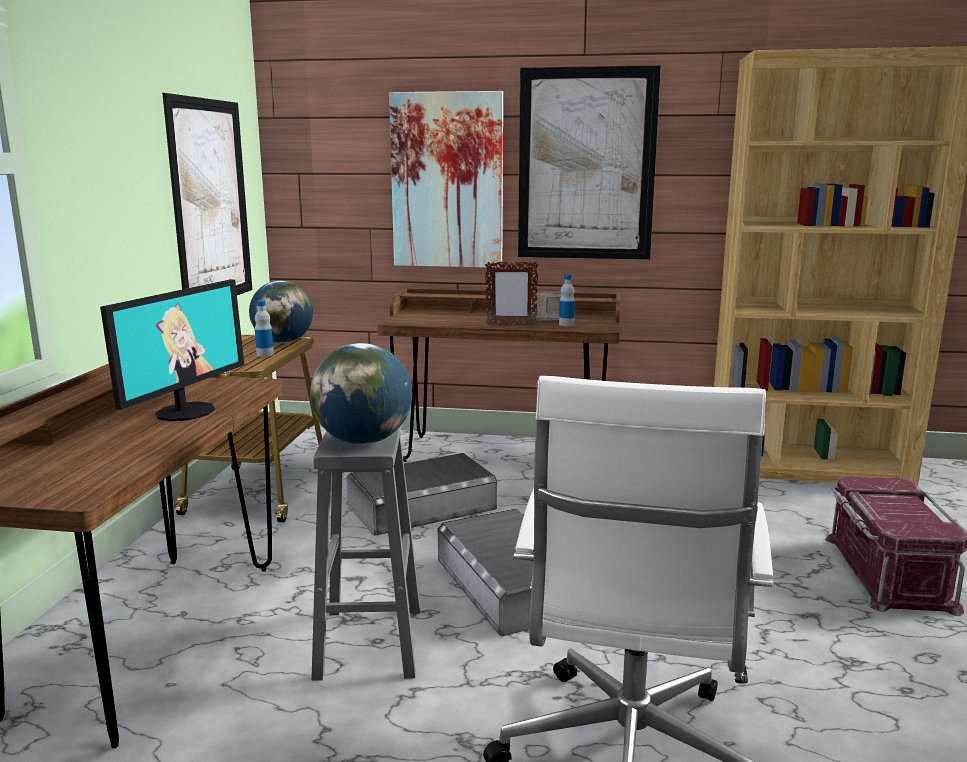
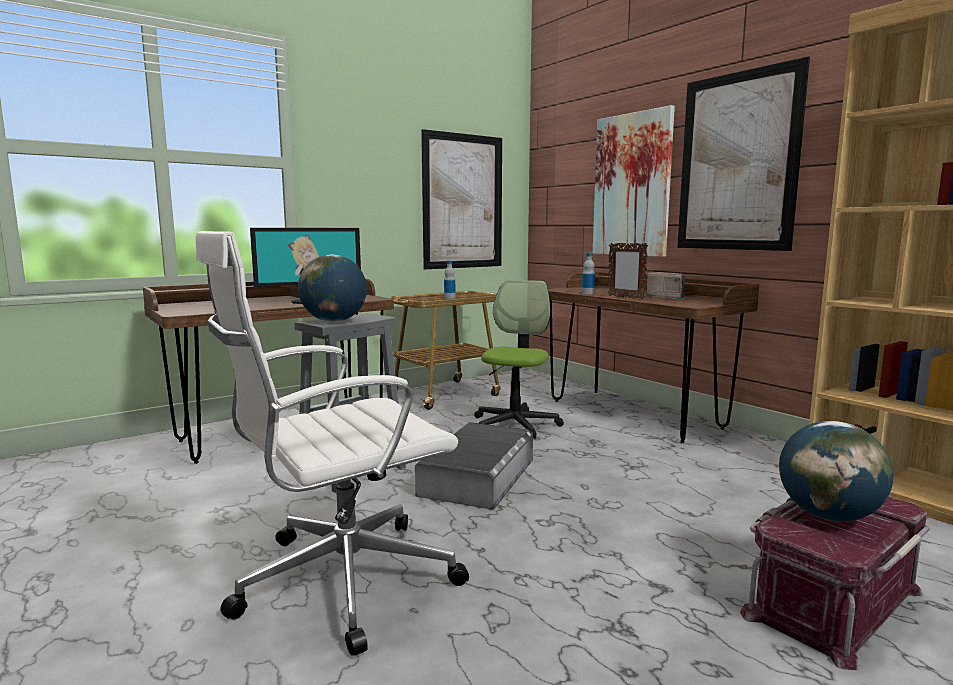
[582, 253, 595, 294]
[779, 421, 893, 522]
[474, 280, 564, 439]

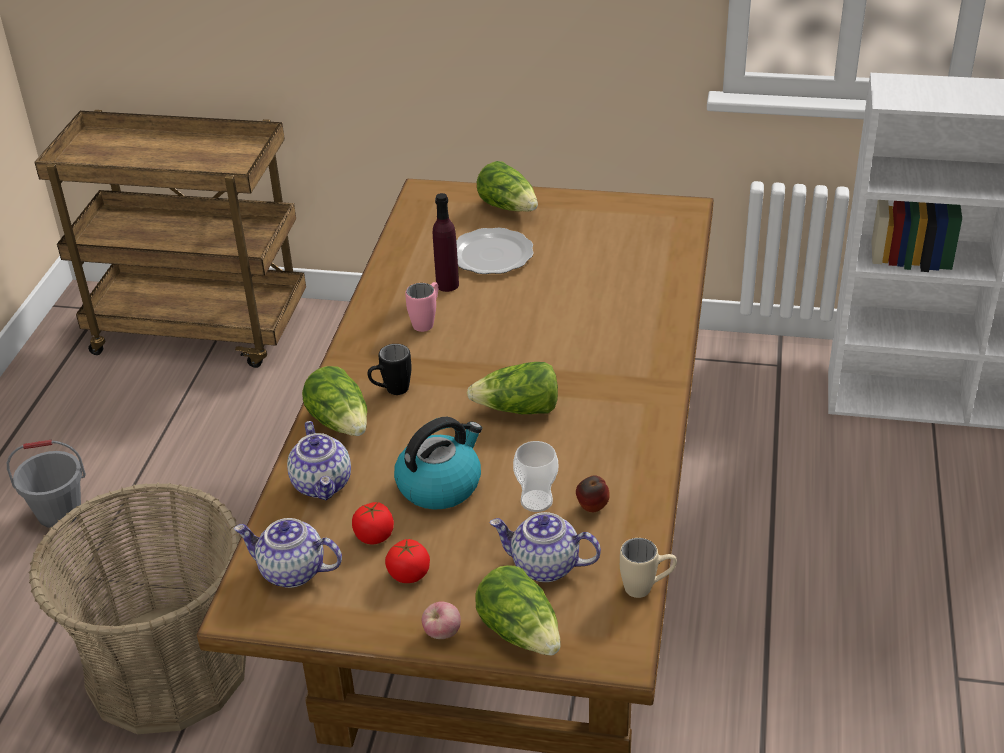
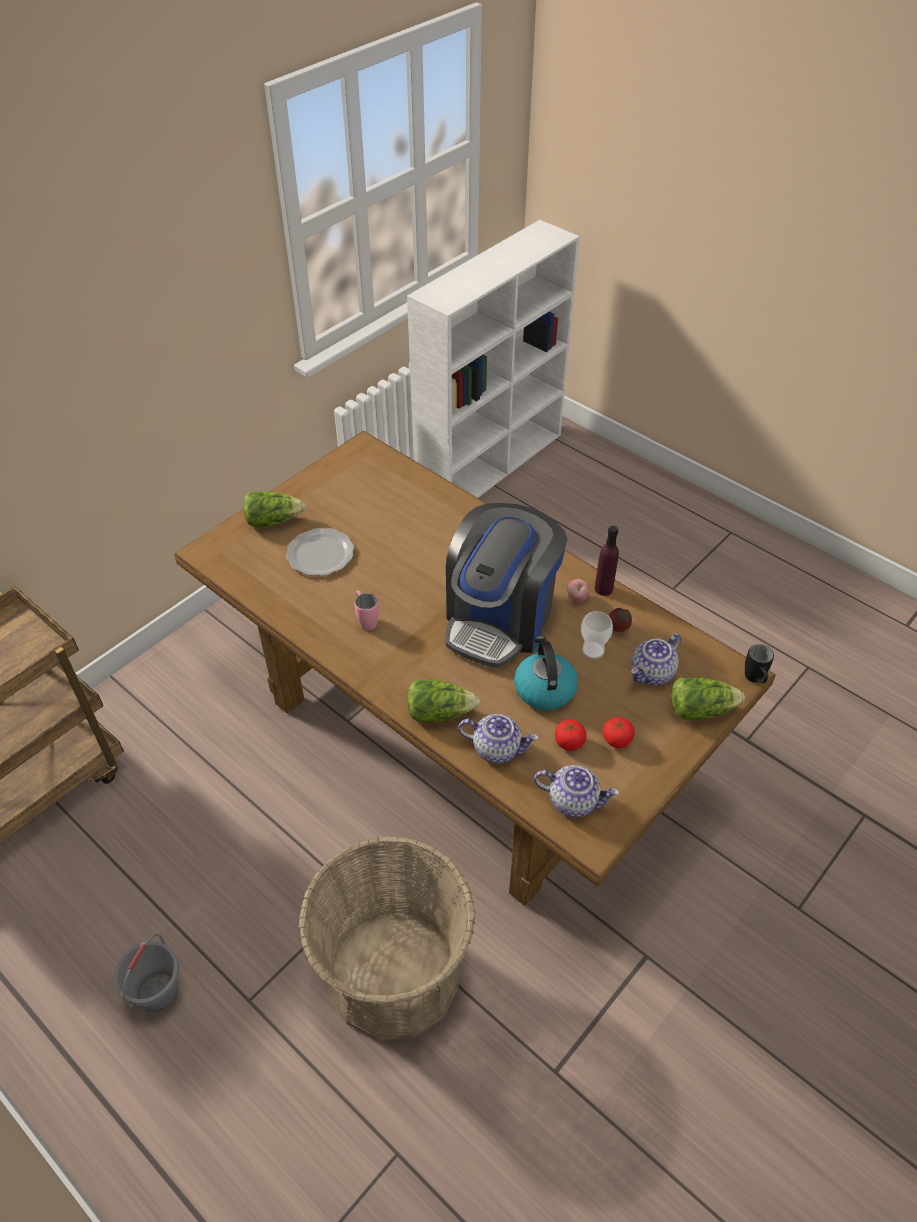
[595, 526, 619, 596]
[745, 644, 774, 683]
[445, 503, 567, 668]
[534, 765, 619, 817]
[620, 538, 677, 598] (first image)
[567, 579, 590, 602]

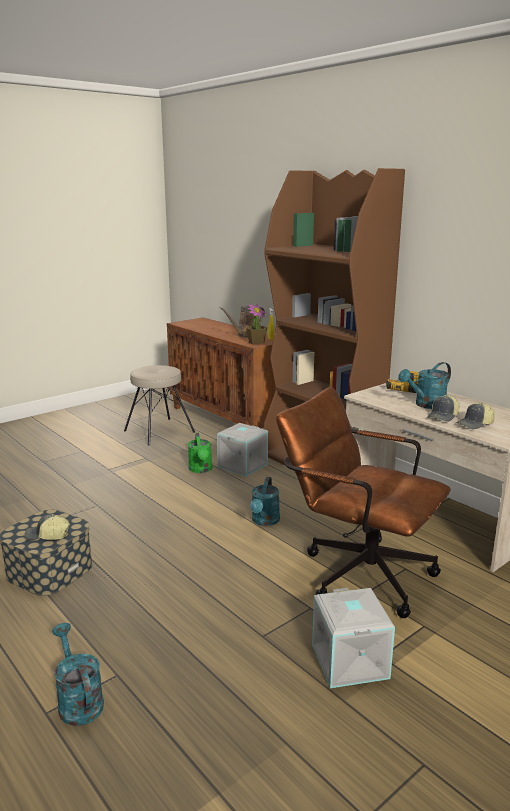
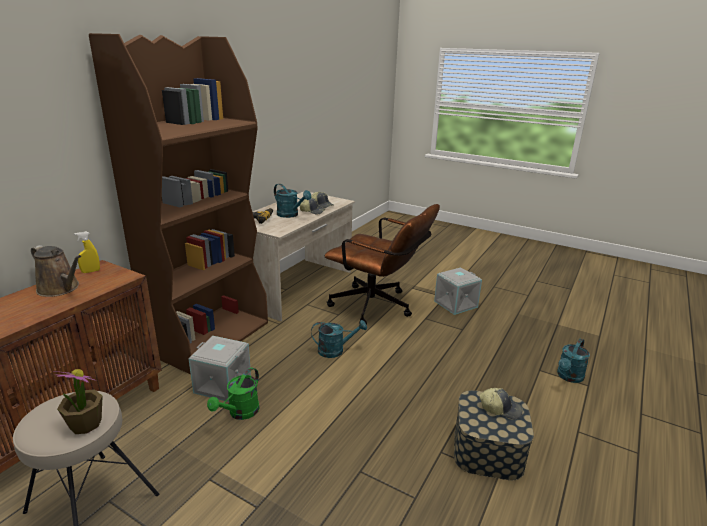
[54, 369, 102, 434]
[325, 204, 440, 325]
[207, 367, 260, 420]
[479, 388, 523, 419]

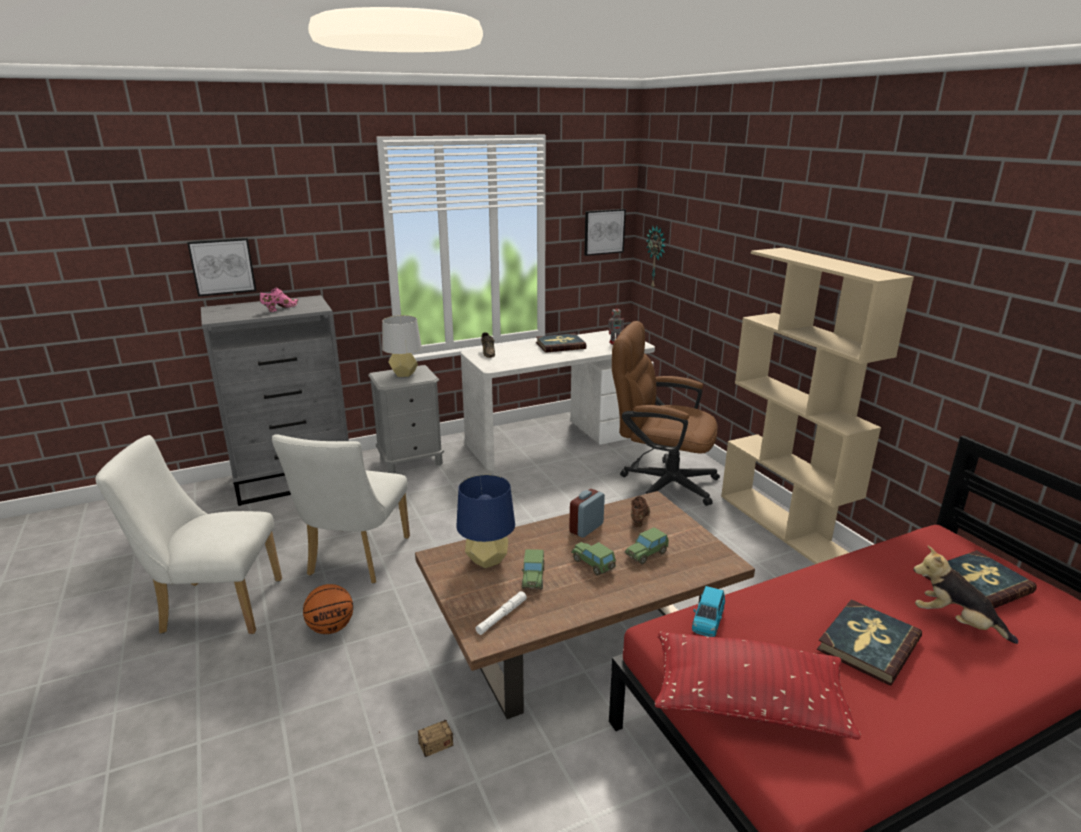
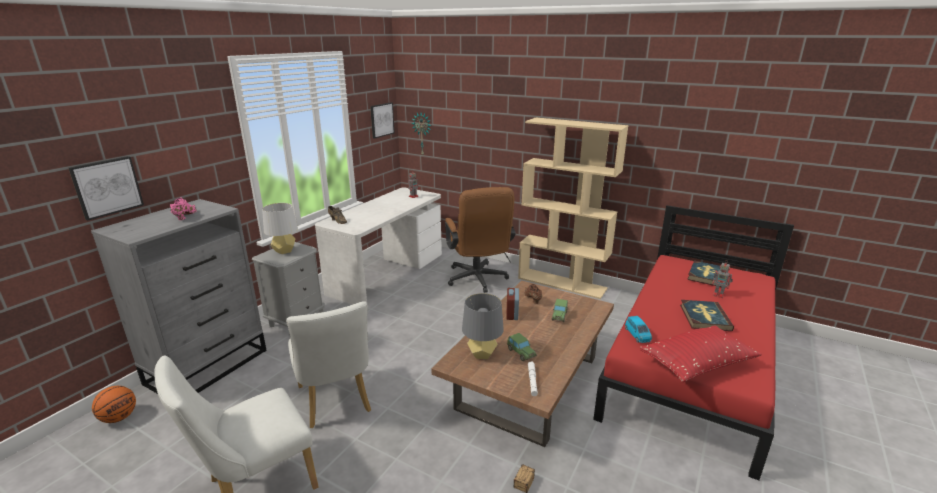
[445, 187, 516, 293]
[536, 333, 586, 353] (first image)
[462, 293, 504, 359]
[571, 542, 616, 576] (first image)
[712, 261, 733, 298]
[92, 386, 136, 423]

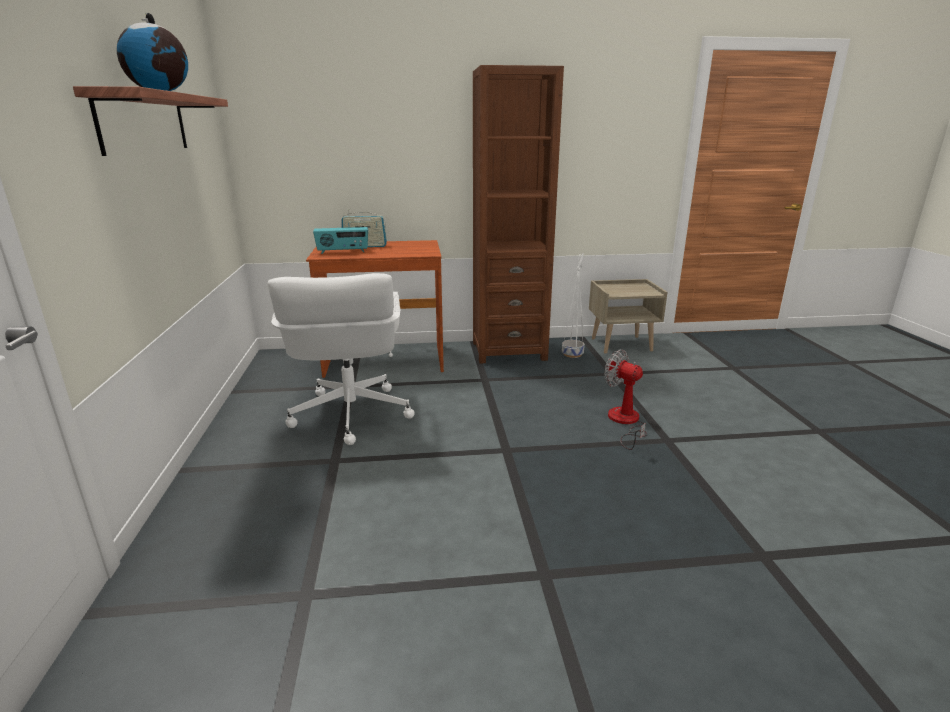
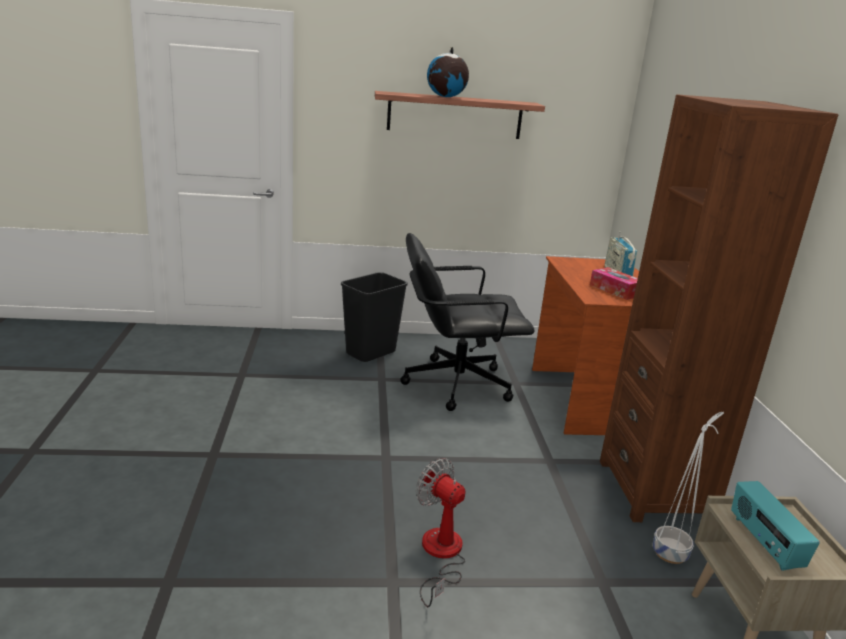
[731, 481, 820, 571]
[401, 233, 535, 411]
[416, 458, 465, 607]
[590, 267, 638, 300]
[341, 272, 408, 362]

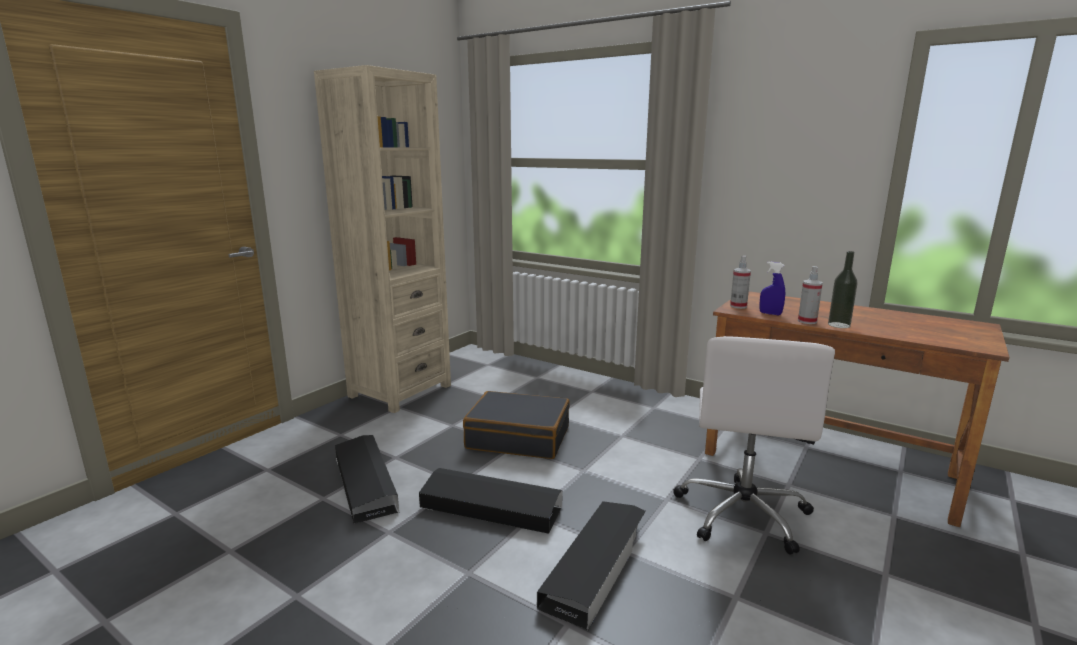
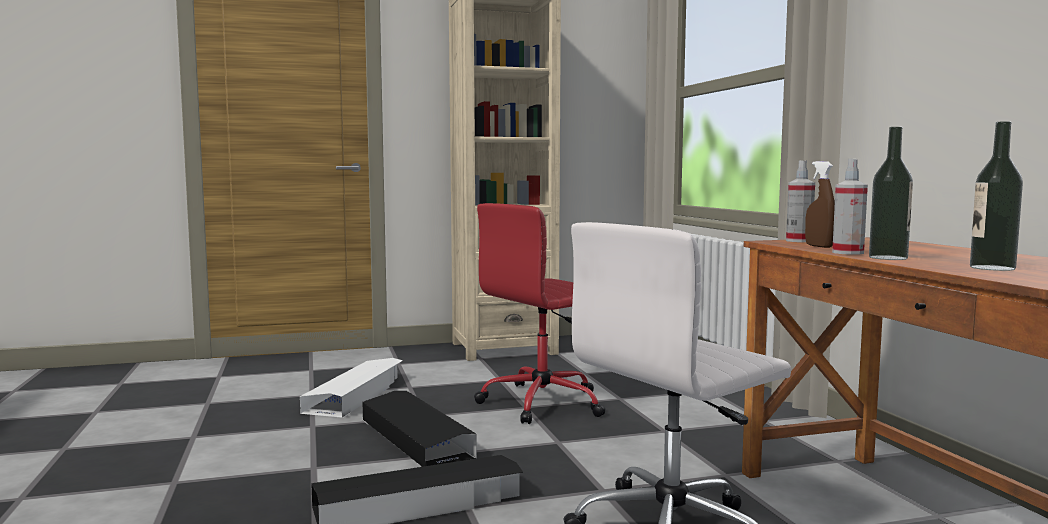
[805, 161, 835, 248]
[474, 203, 606, 424]
[300, 358, 403, 418]
[970, 121, 1023, 271]

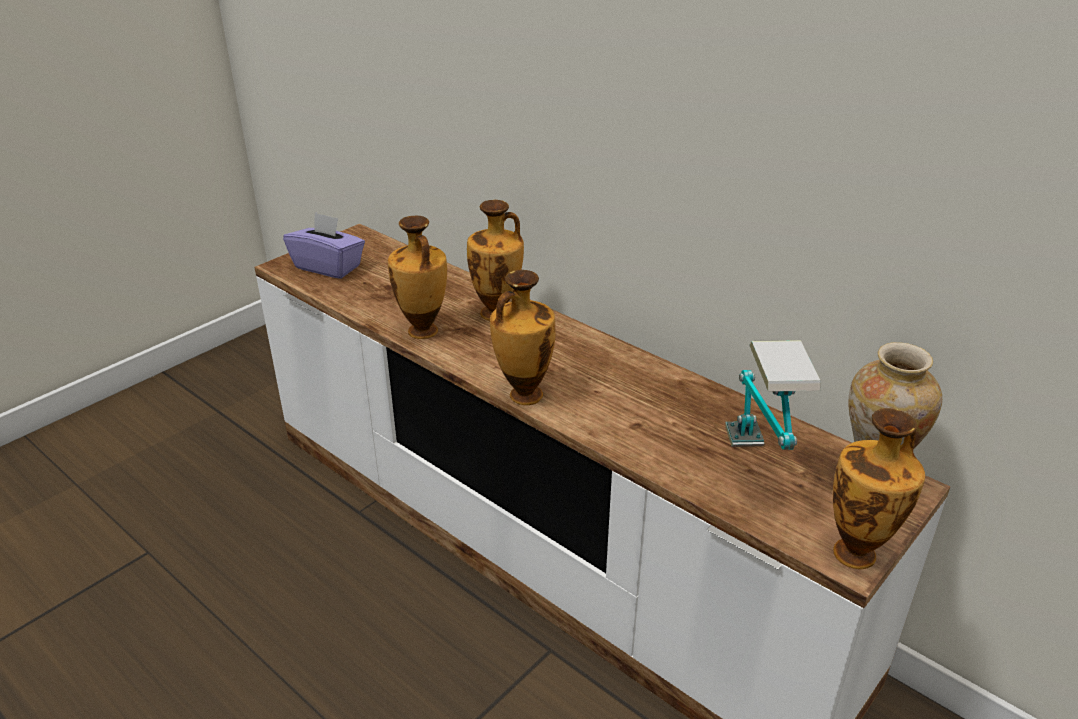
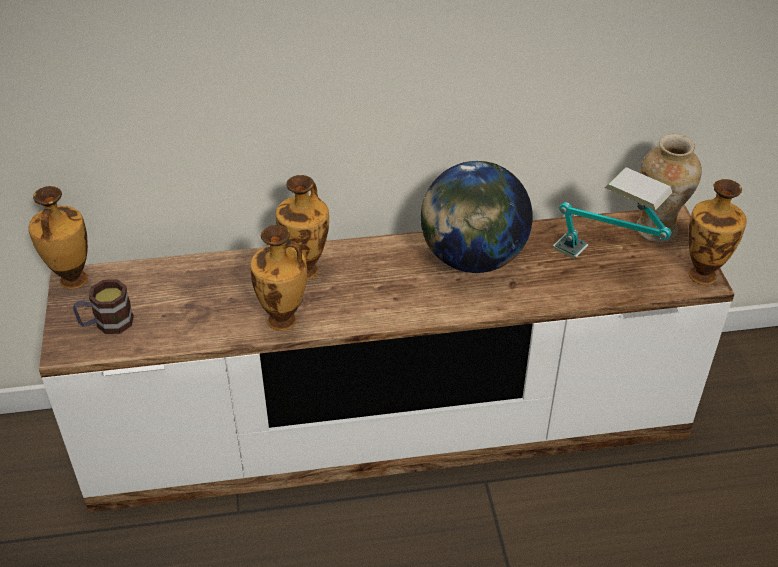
[73, 279, 134, 334]
[28, 186, 88, 289]
[421, 161, 533, 273]

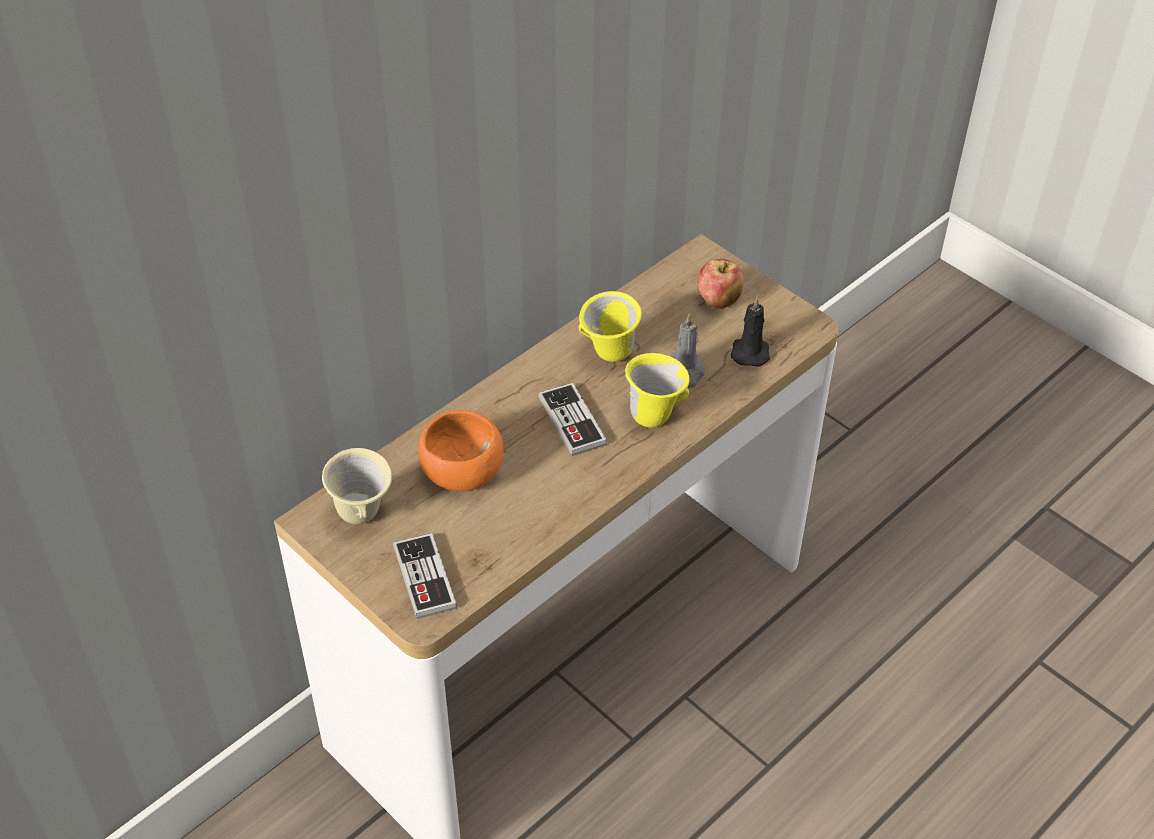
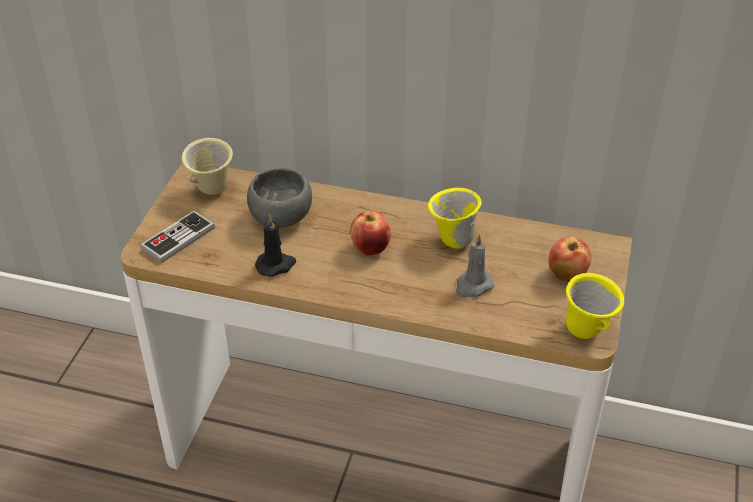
[255, 215, 296, 277]
[566, 273, 624, 339]
[350, 210, 391, 255]
[247, 168, 312, 228]

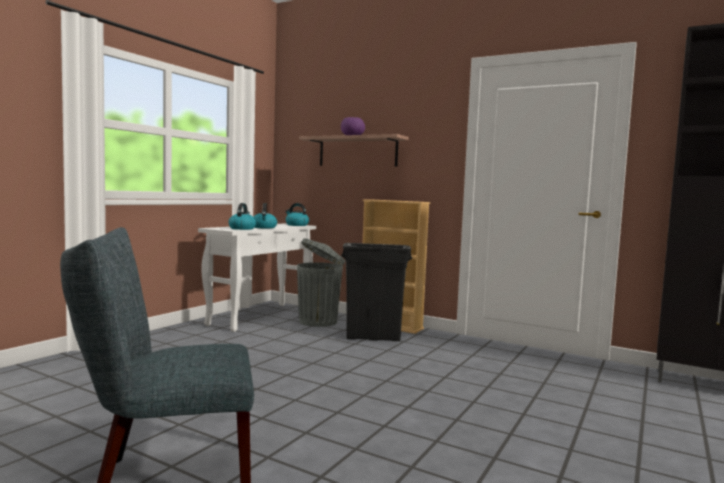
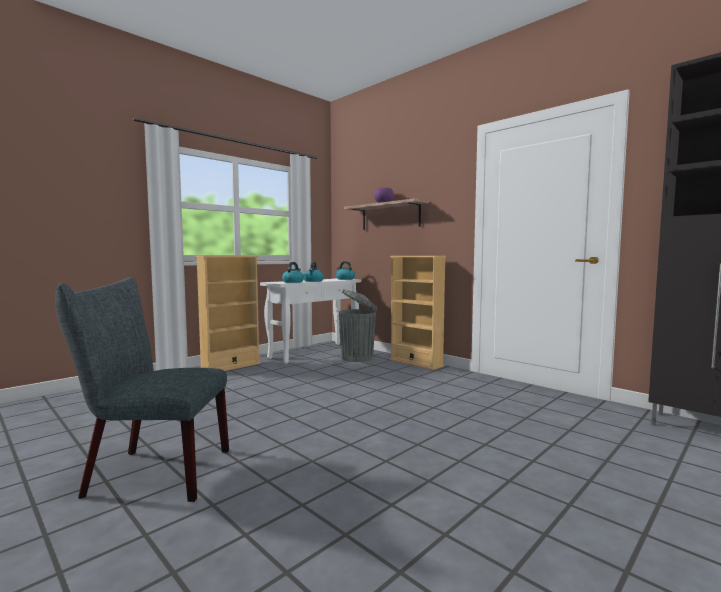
[341, 243, 412, 341] (first image)
[196, 256, 261, 371]

